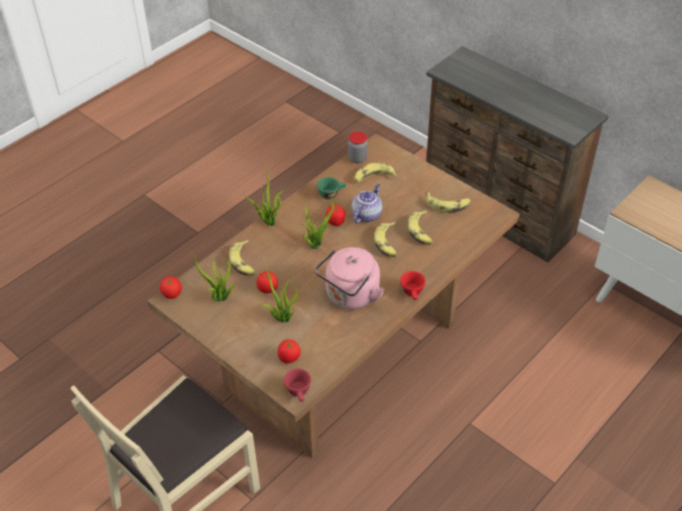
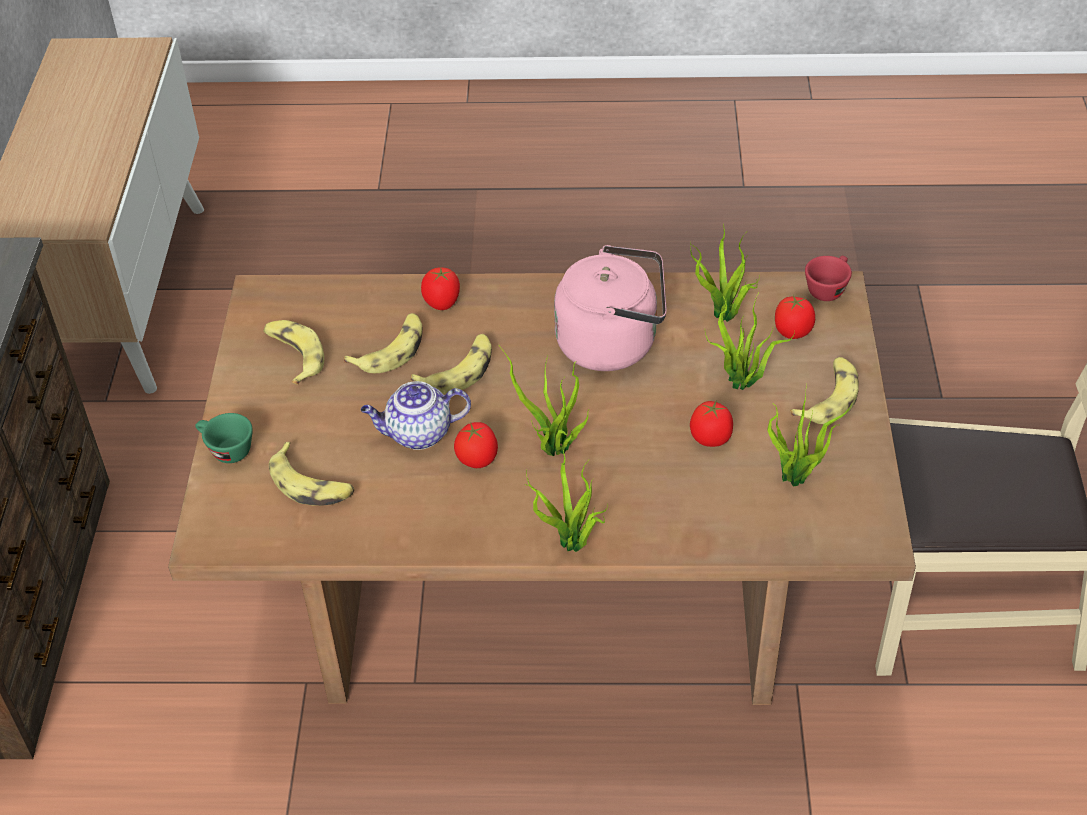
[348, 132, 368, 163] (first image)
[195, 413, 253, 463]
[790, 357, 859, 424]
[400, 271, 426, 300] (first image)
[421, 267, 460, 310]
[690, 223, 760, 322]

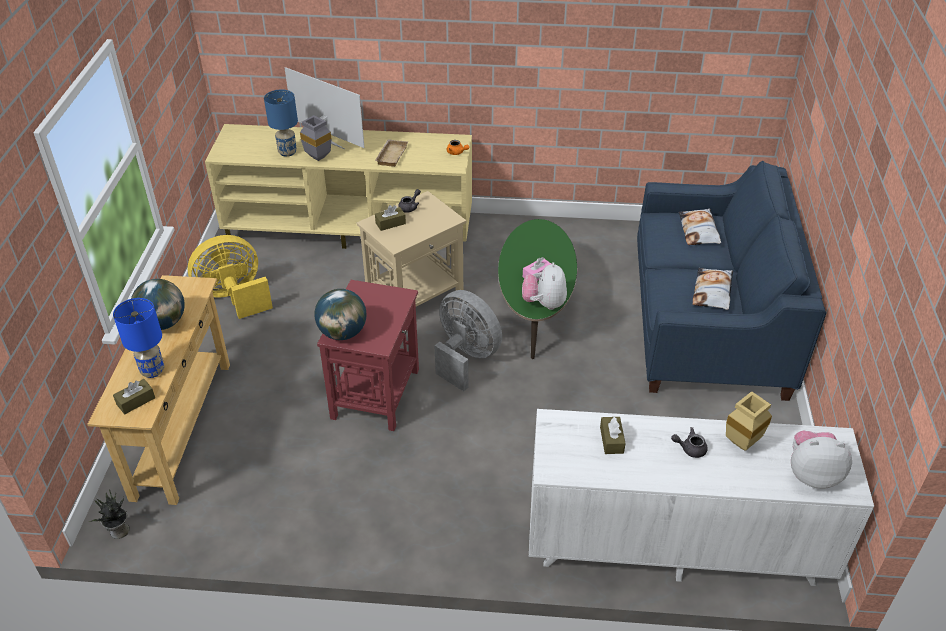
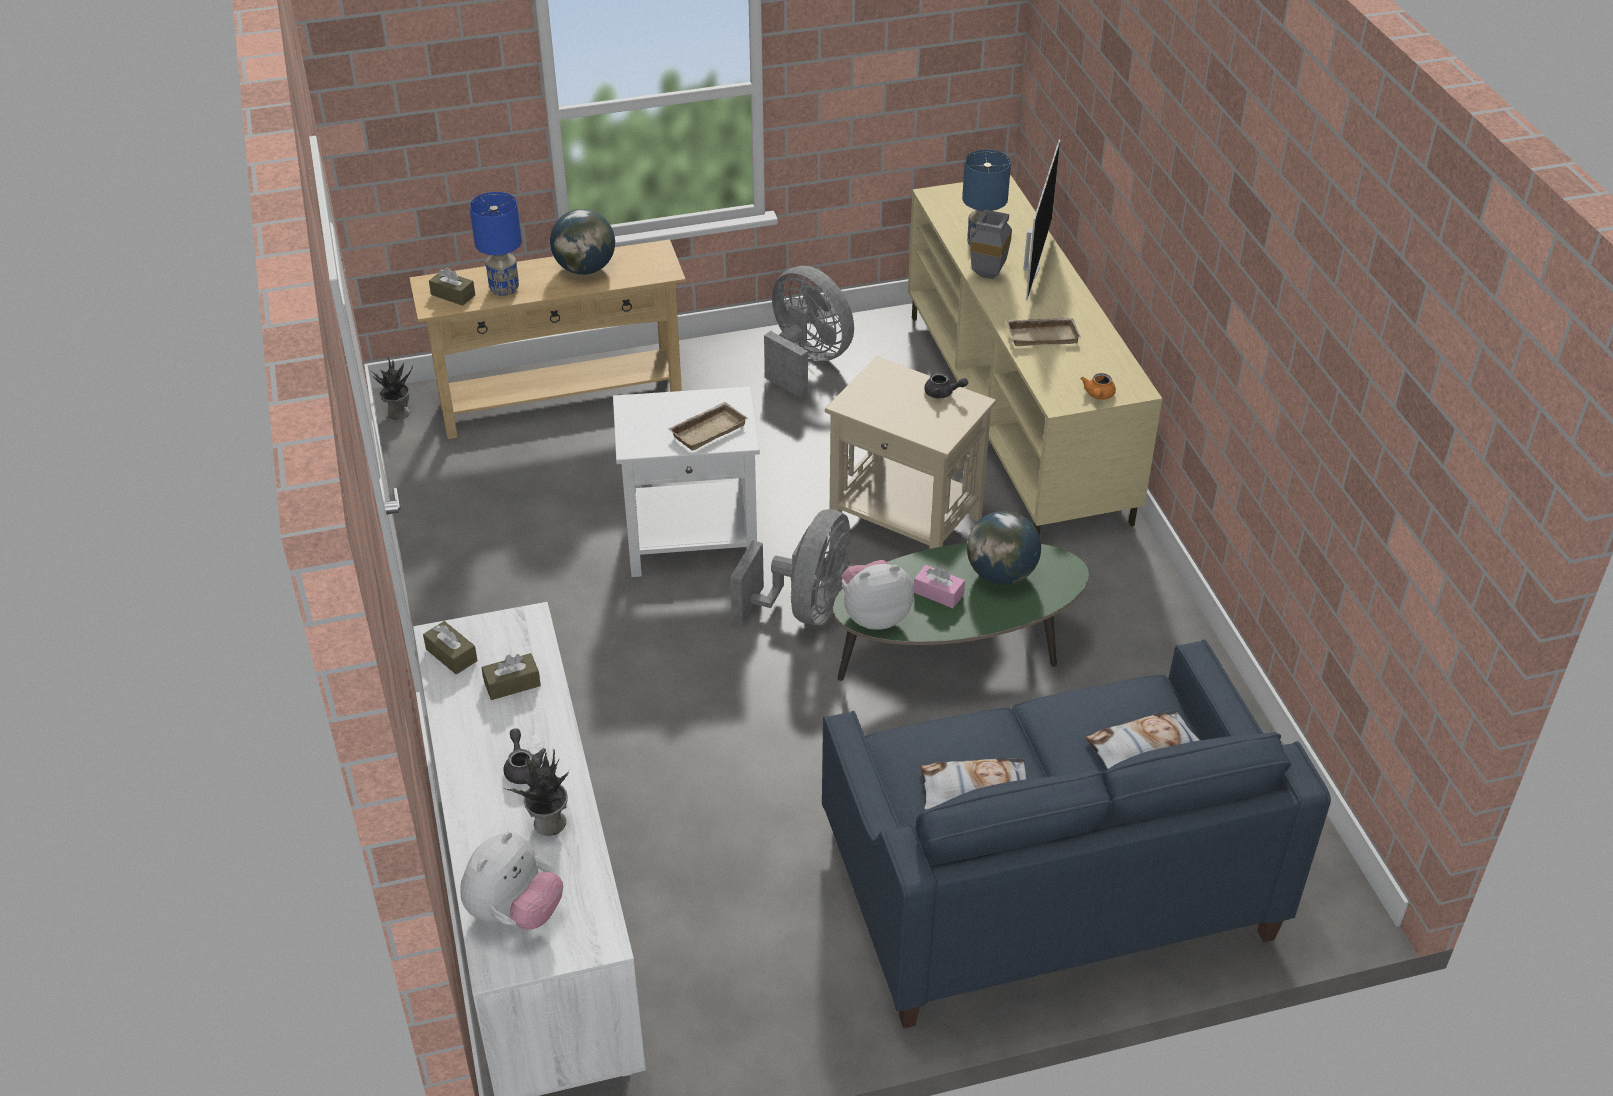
[423, 621, 478, 675]
[764, 266, 854, 398]
[613, 386, 760, 577]
[967, 511, 1041, 585]
[504, 749, 569, 836]
[460, 832, 563, 929]
[668, 402, 748, 451]

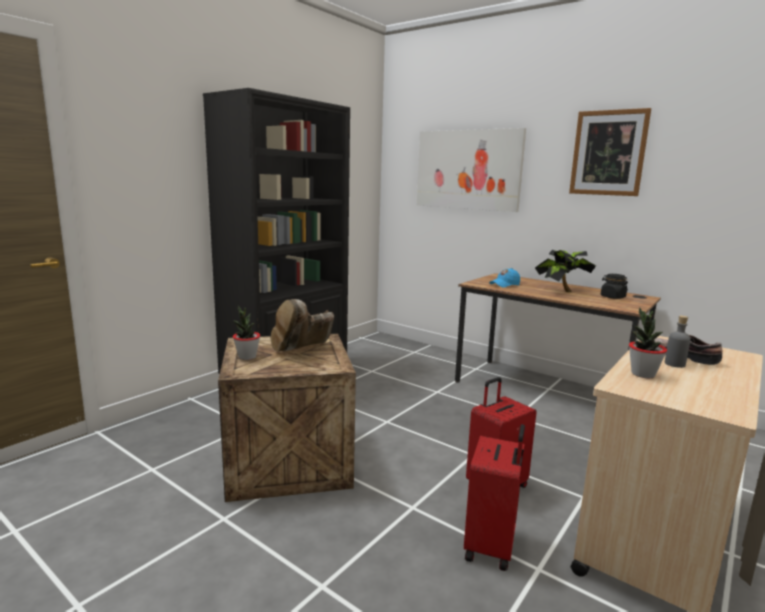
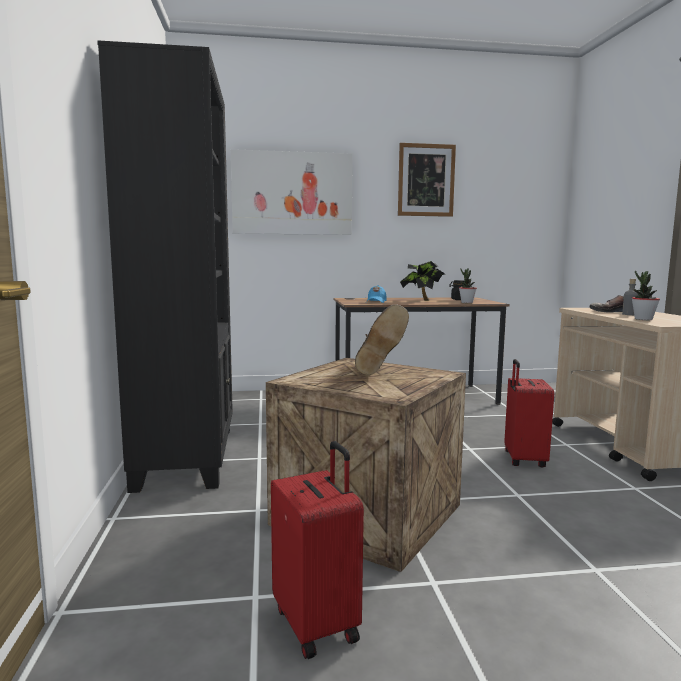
[459, 268, 477, 303]
[271, 441, 364, 659]

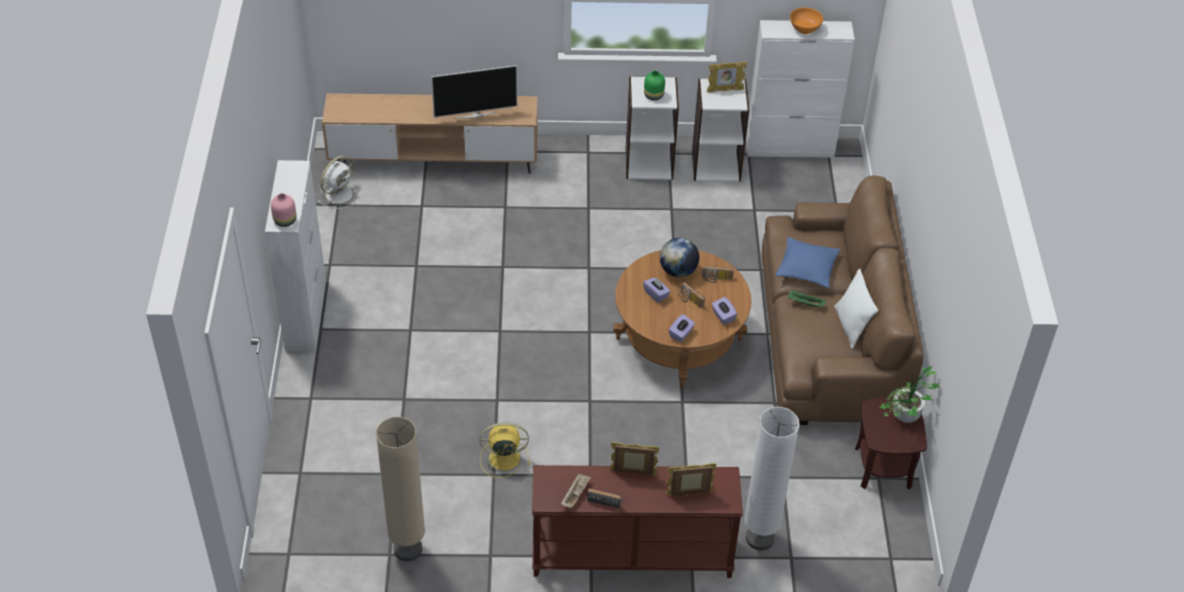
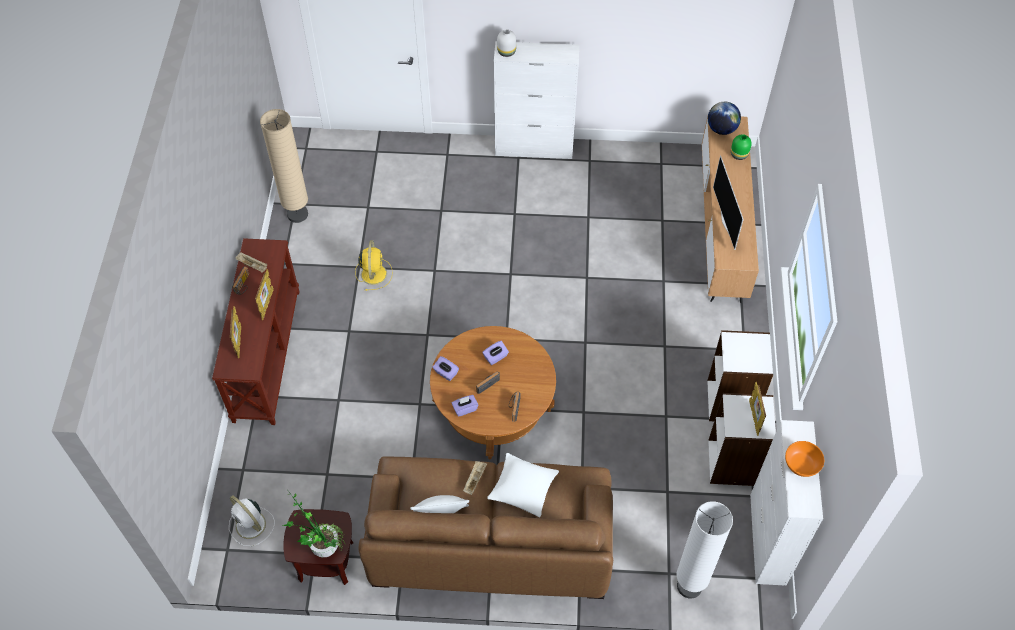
[731, 135, 752, 160]
[229, 495, 275, 546]
[497, 29, 516, 57]
[487, 453, 559, 517]
[708, 102, 741, 135]
[463, 461, 487, 495]
[676, 501, 733, 598]

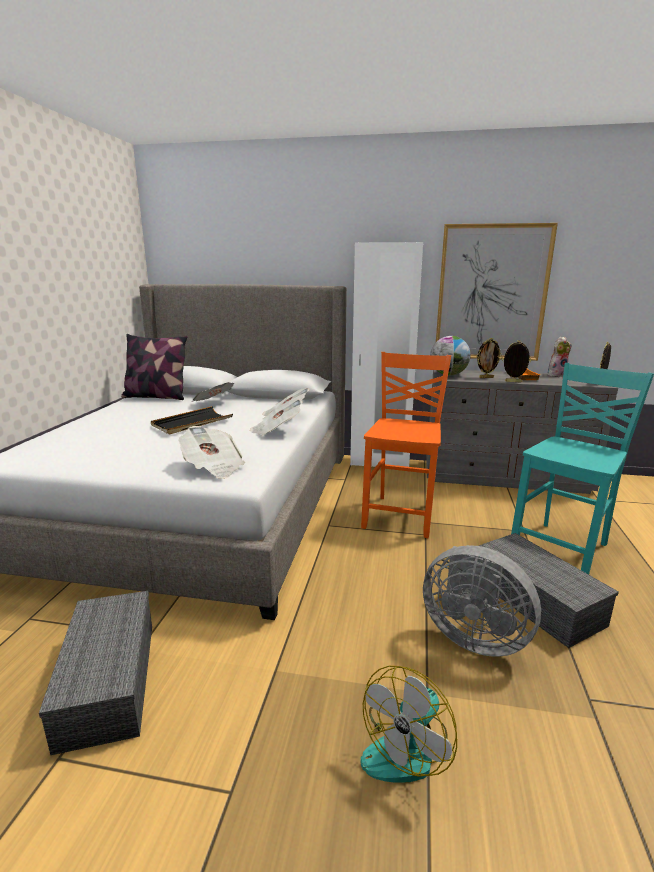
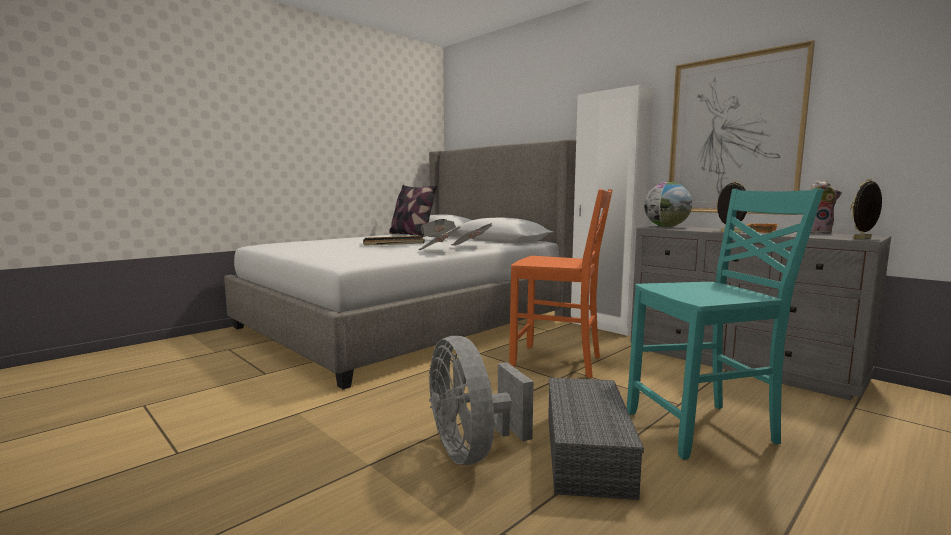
[476, 338, 502, 378] (first image)
[509, 189, 612, 378]
[178, 426, 245, 479] (first image)
[39, 591, 152, 755] (first image)
[361, 666, 457, 783] (first image)

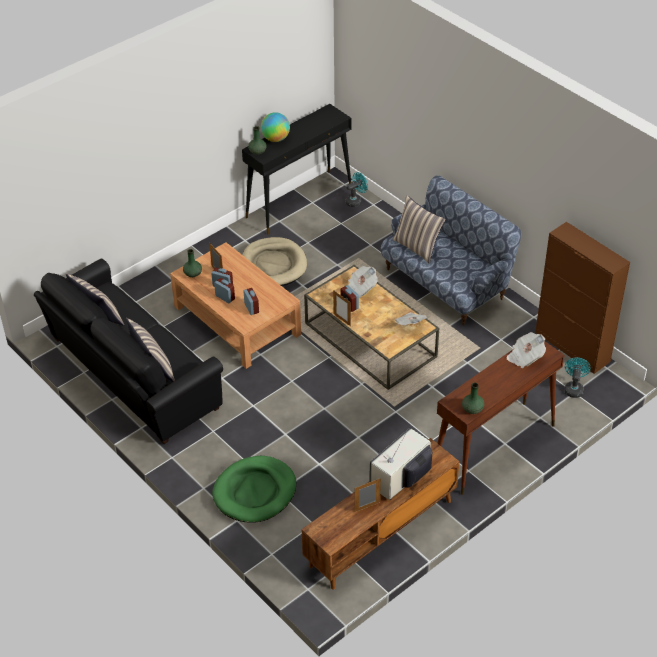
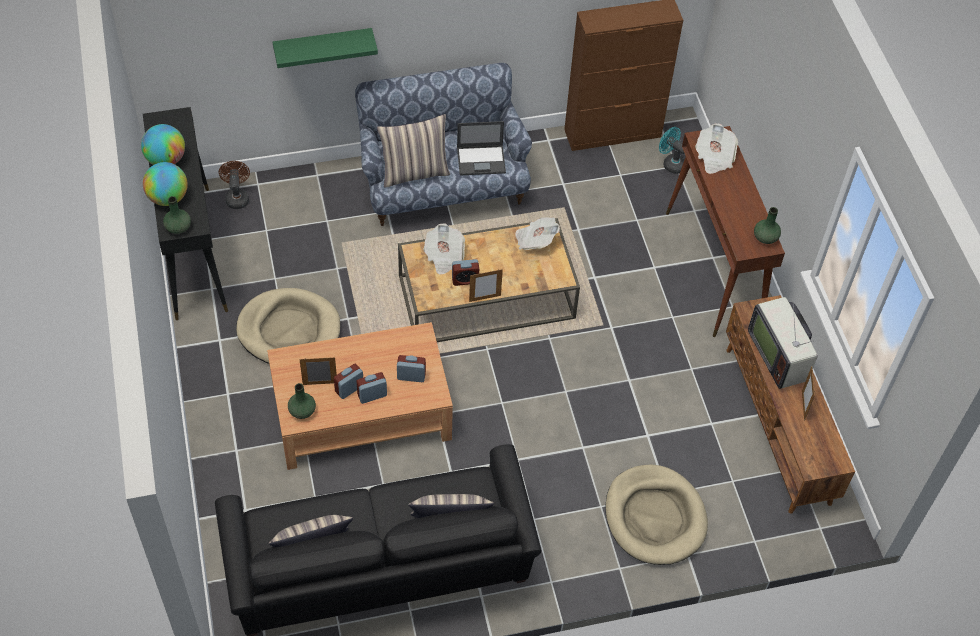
[219, 161, 250, 209]
[605, 465, 708, 565]
[273, 28, 378, 68]
[457, 121, 506, 175]
[141, 124, 185, 165]

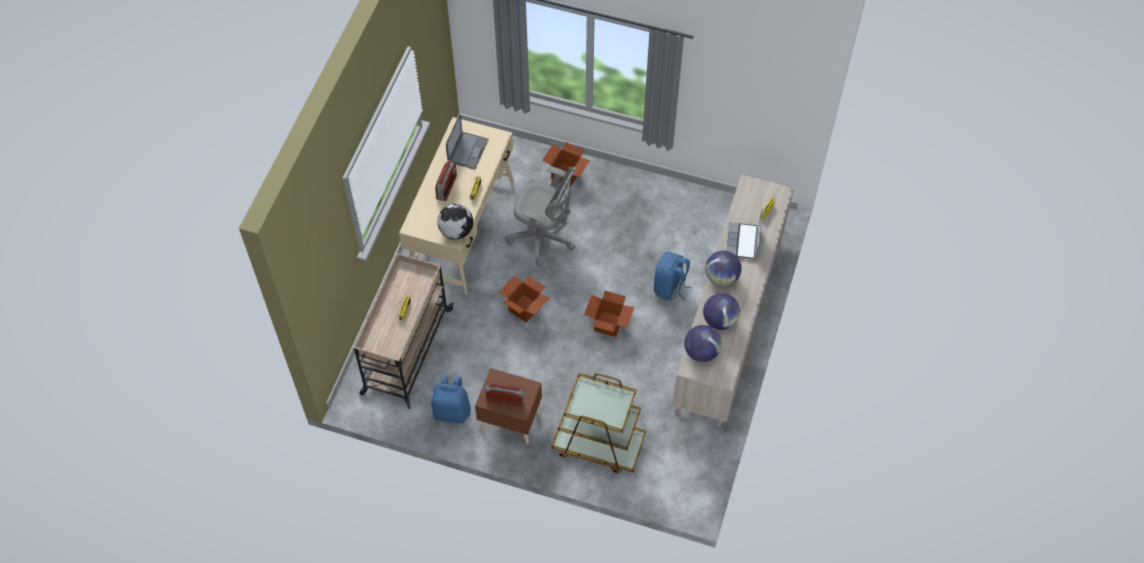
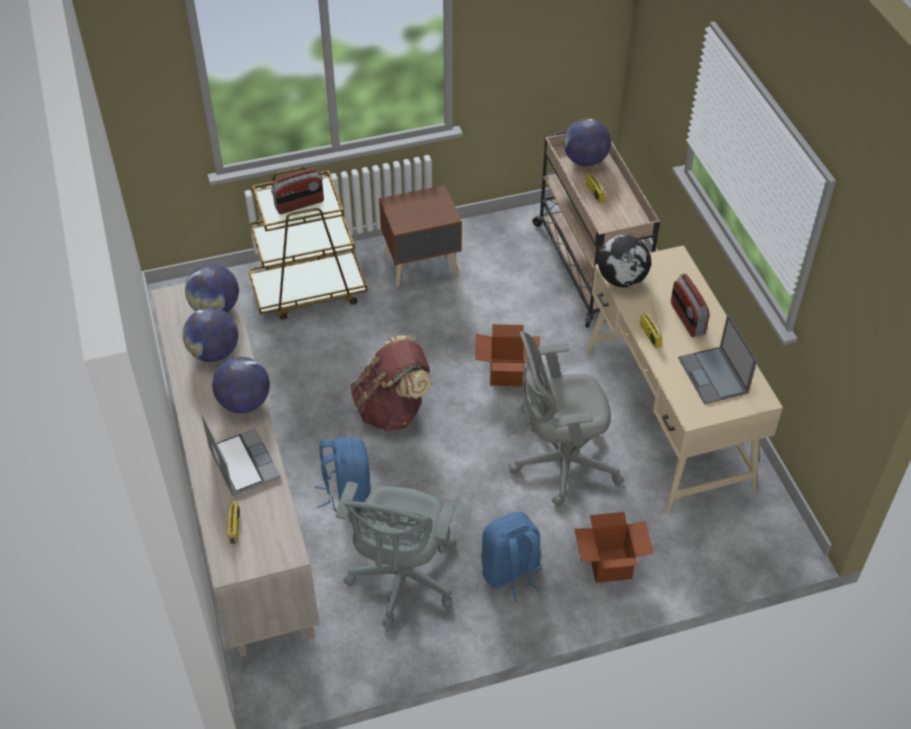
[350, 336, 431, 432]
[482, 512, 541, 602]
[271, 168, 324, 214]
[564, 119, 611, 166]
[336, 482, 456, 628]

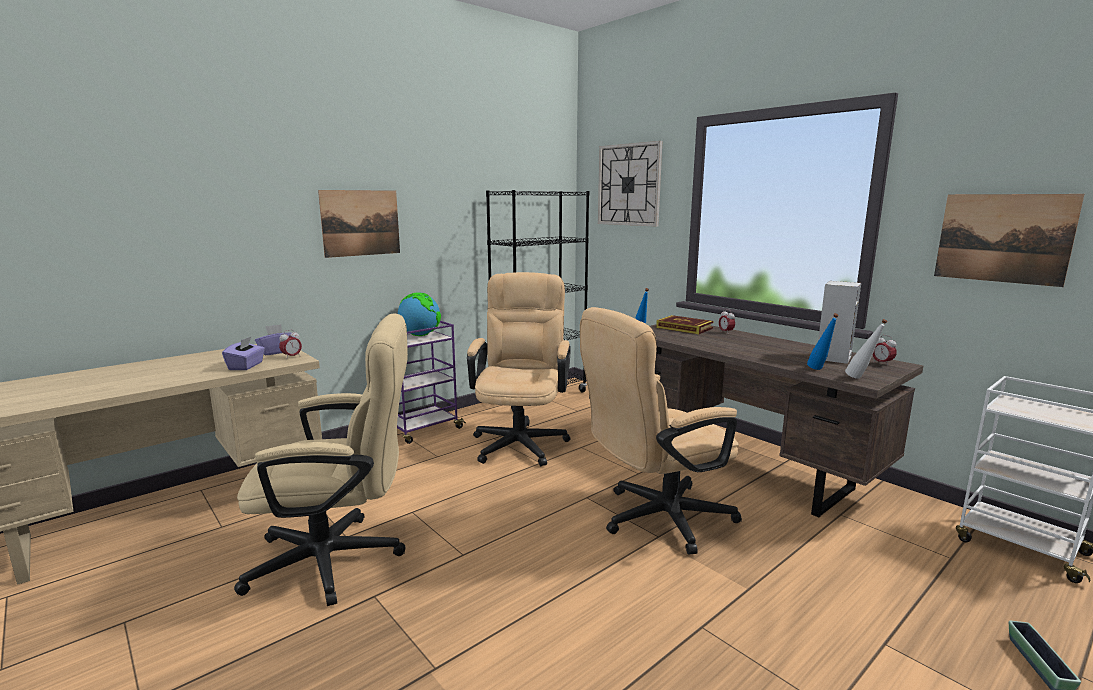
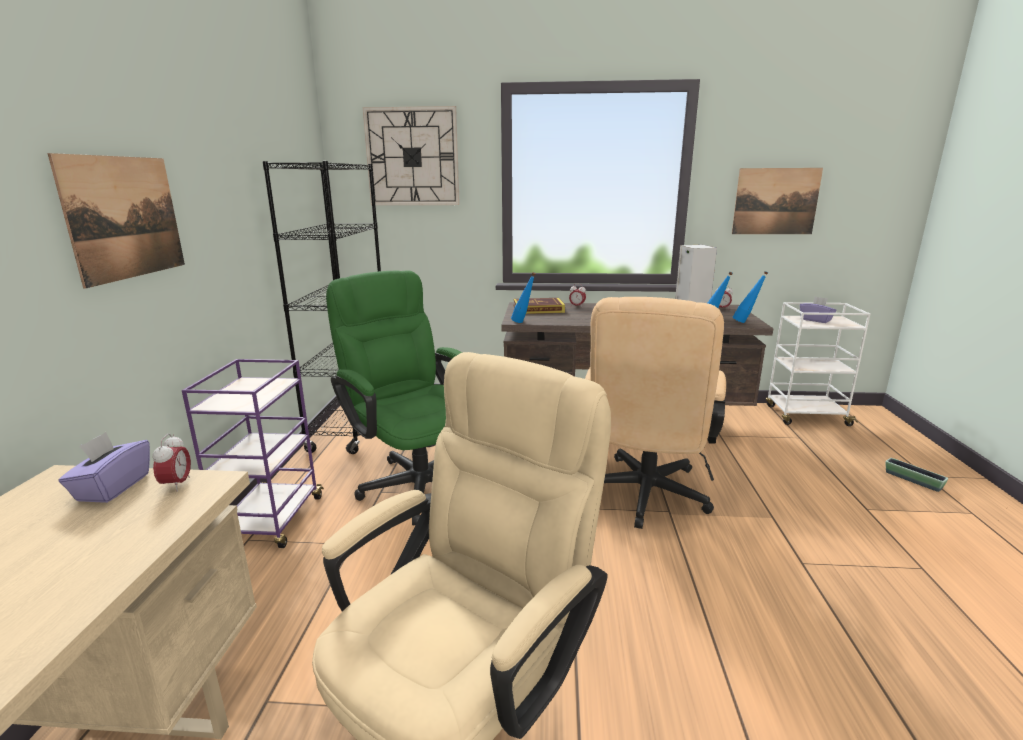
[326, 270, 463, 525]
[398, 292, 441, 336] (first image)
[732, 271, 768, 323]
[800, 297, 837, 323]

